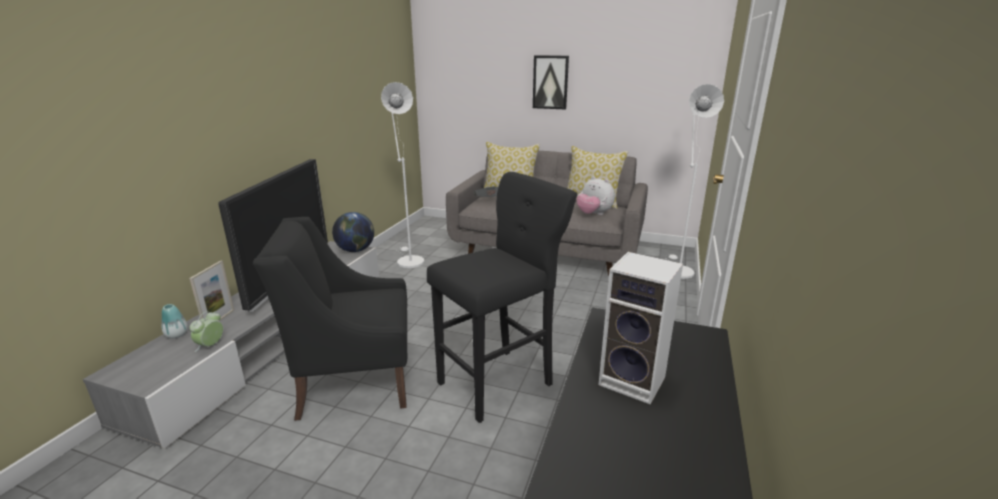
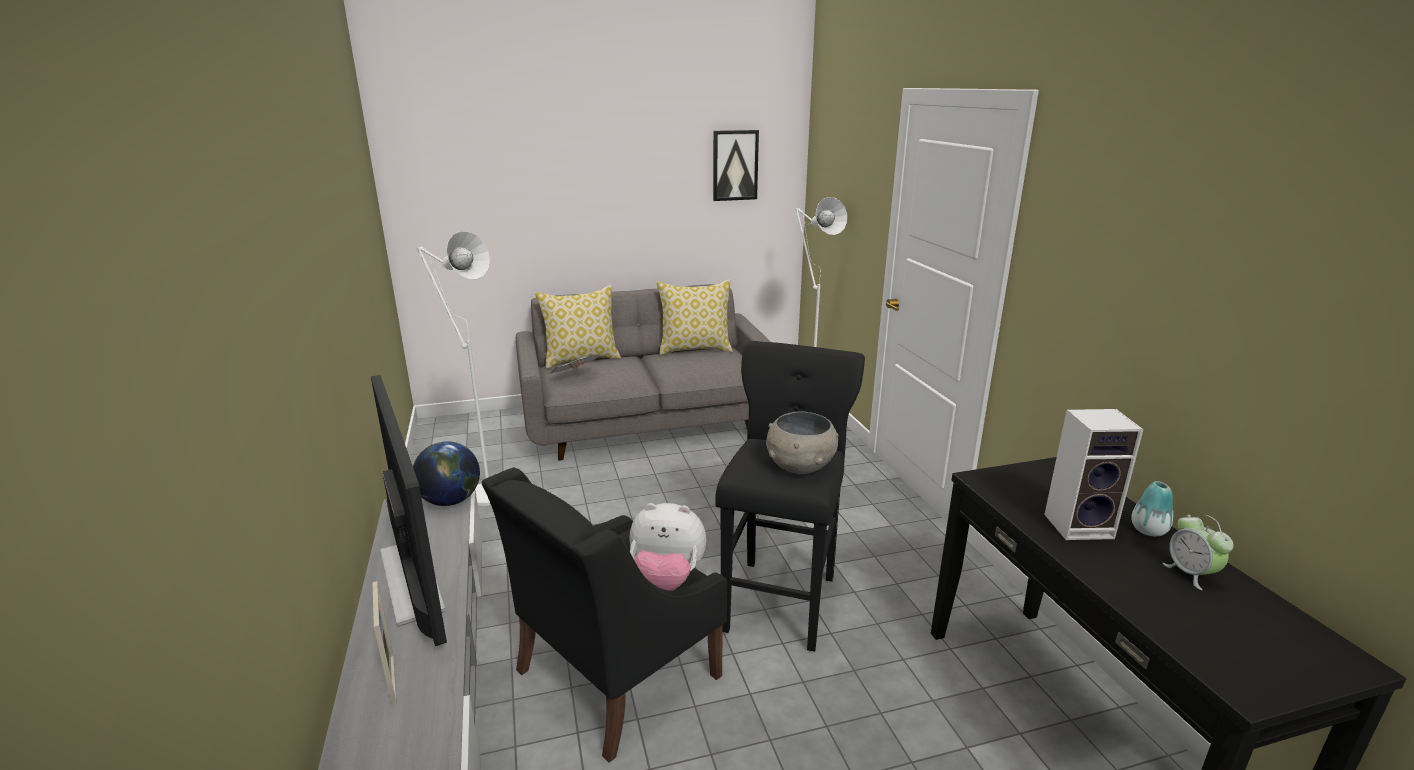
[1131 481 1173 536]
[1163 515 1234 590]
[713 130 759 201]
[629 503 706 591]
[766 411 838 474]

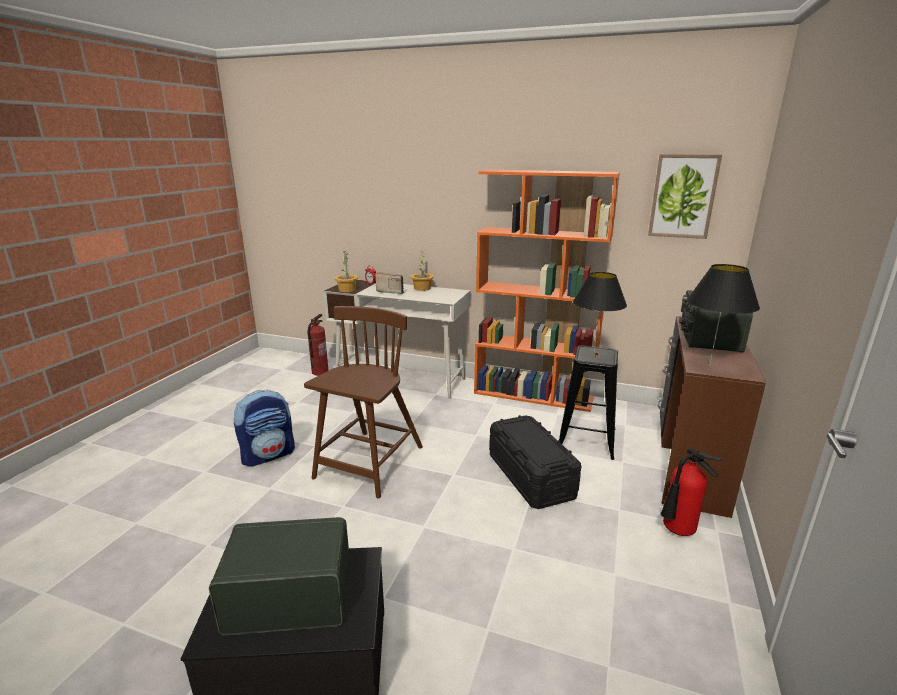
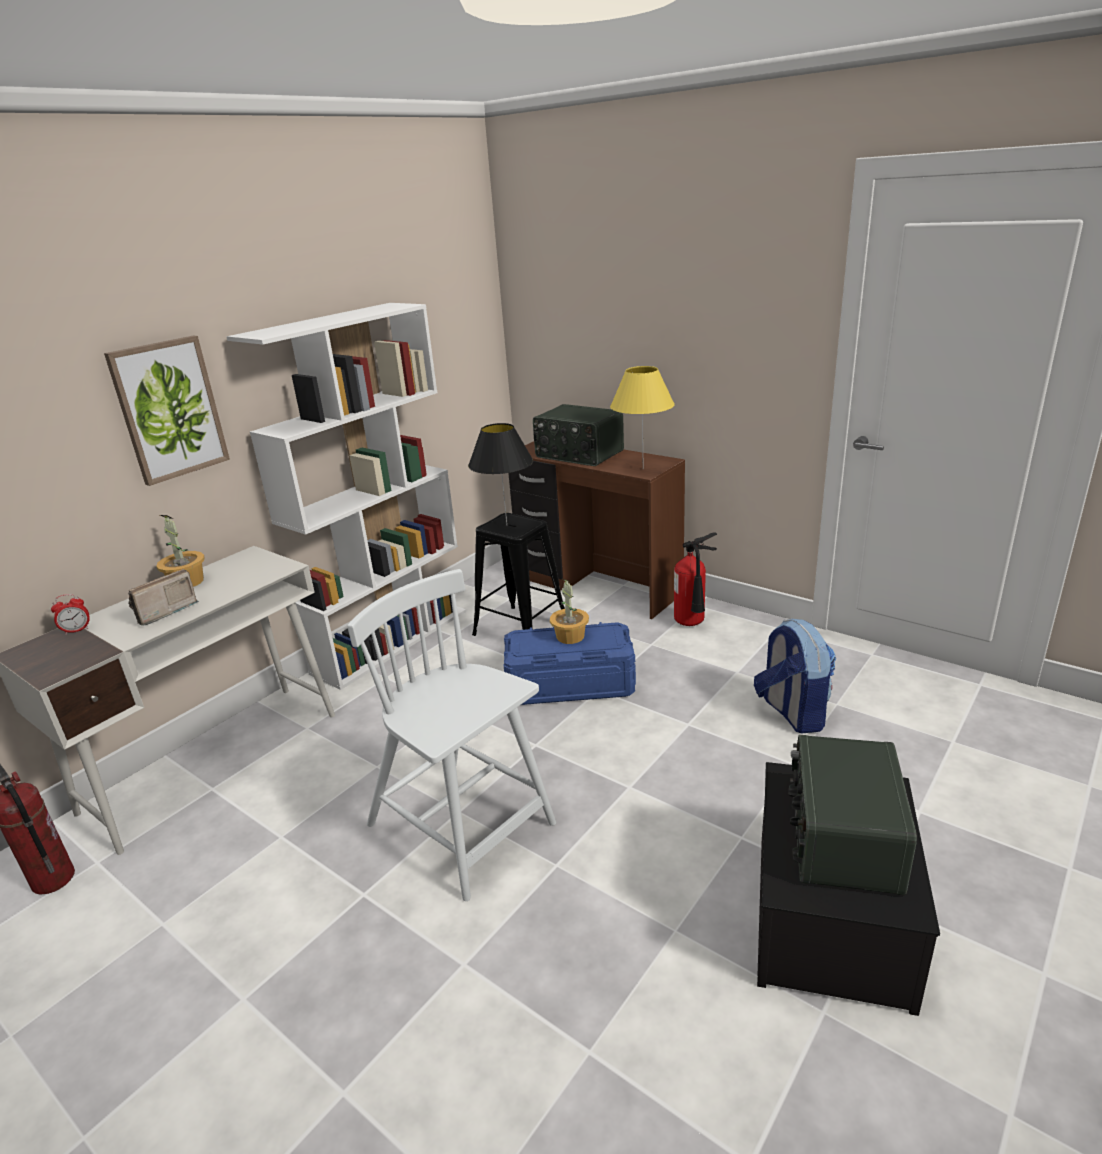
[754 619 836 734]
[347 569 556 901]
[550 578 589 644]
[226 303 466 690]
[504 622 636 705]
[104 335 230 486]
[610 366 675 469]

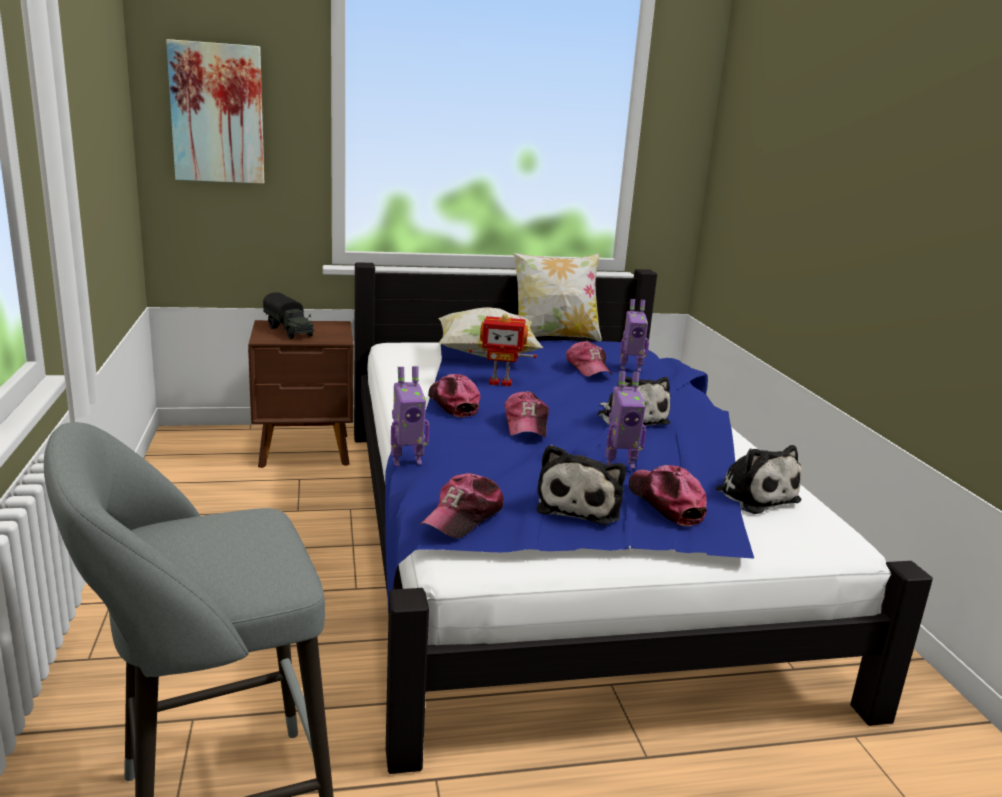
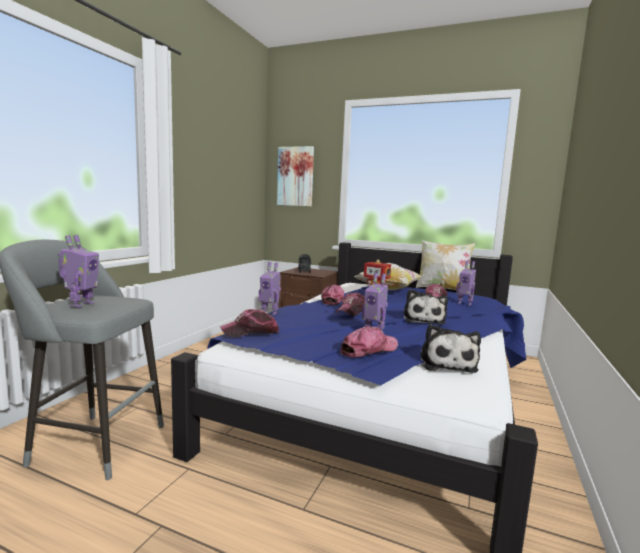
[536 444 626 525] (first image)
[340 326 398 358]
[58 235 99 308]

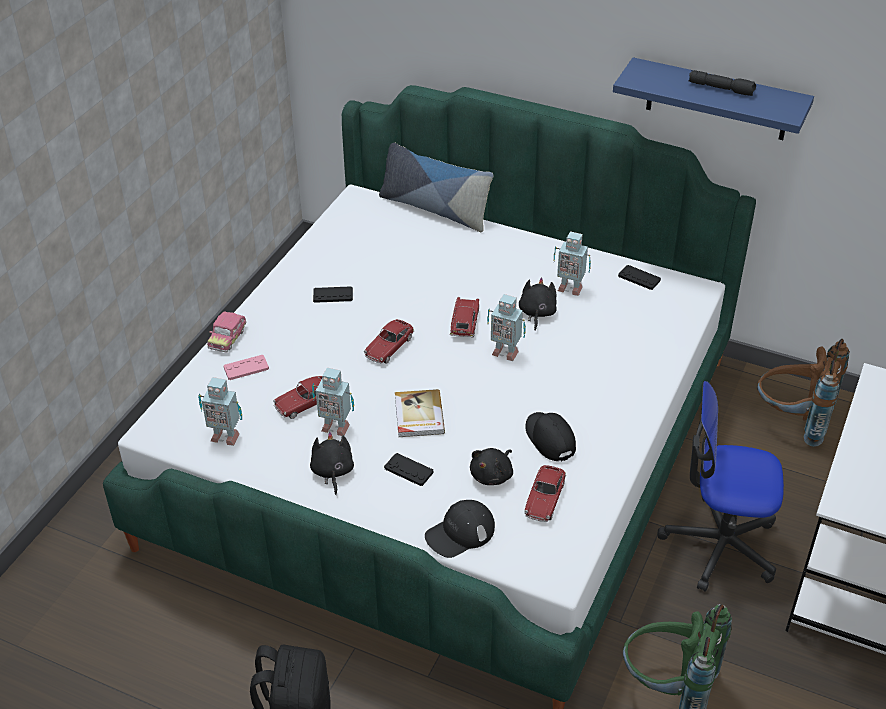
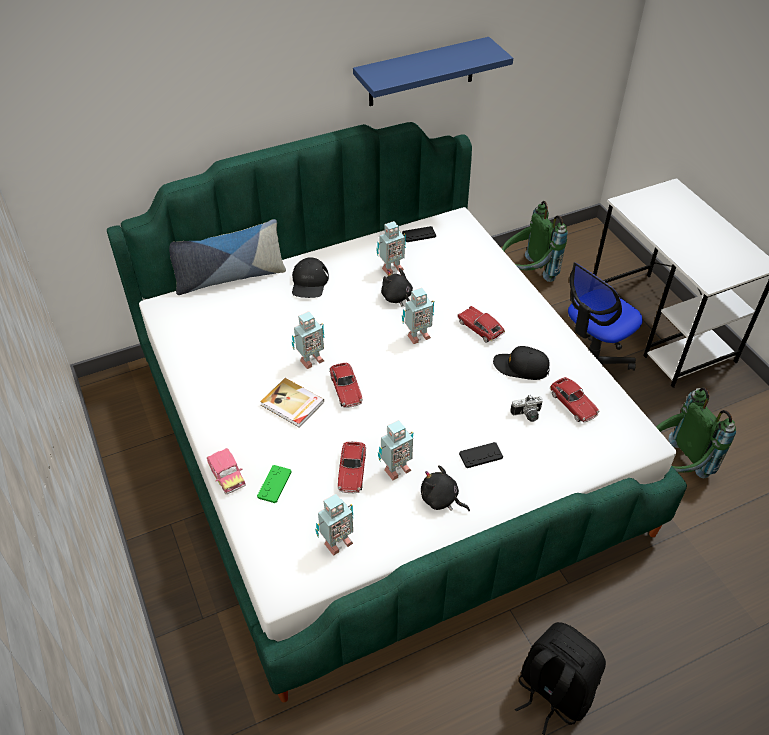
[257 465 291 503]
[313 286 353 303] (first image)
[260 378 324 428]
[292 257 329 298]
[457 306 505 343]
[510 395 543 422]
[689 70 756 96] (first image)
[502 201 568 282]
[291 311 325 369]

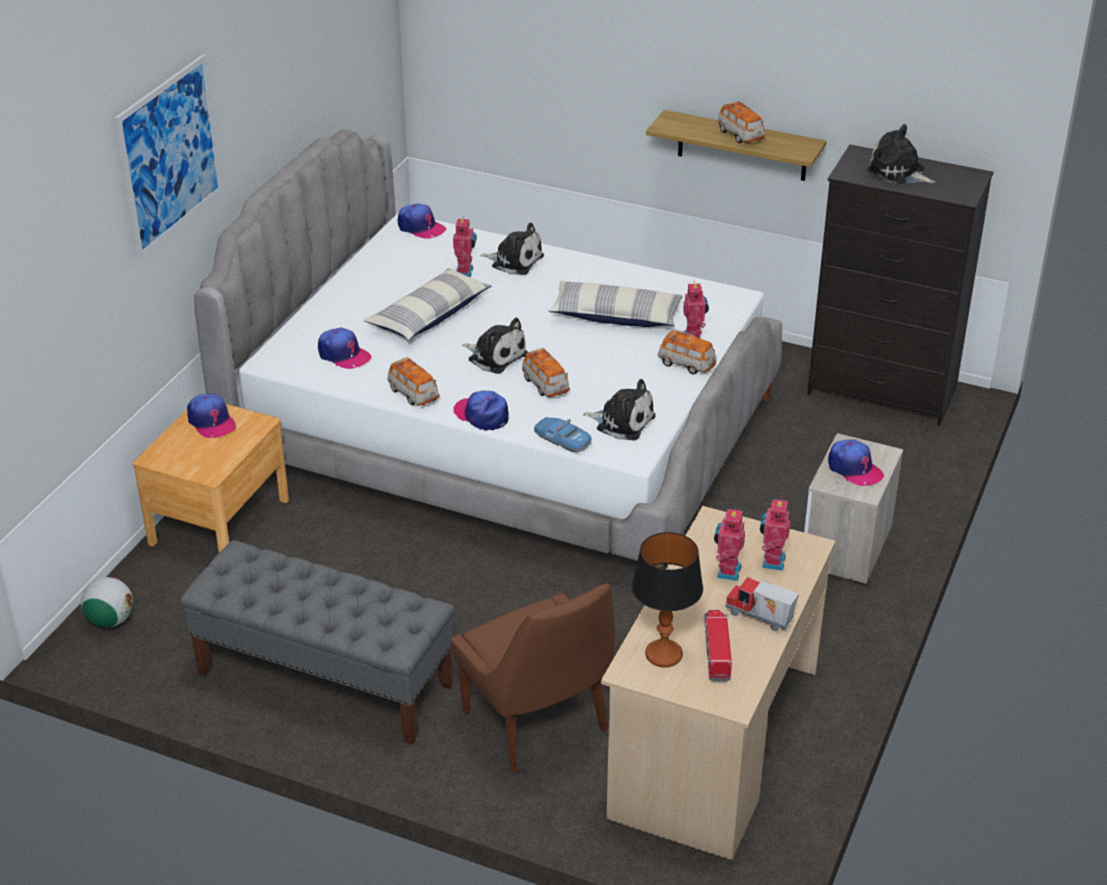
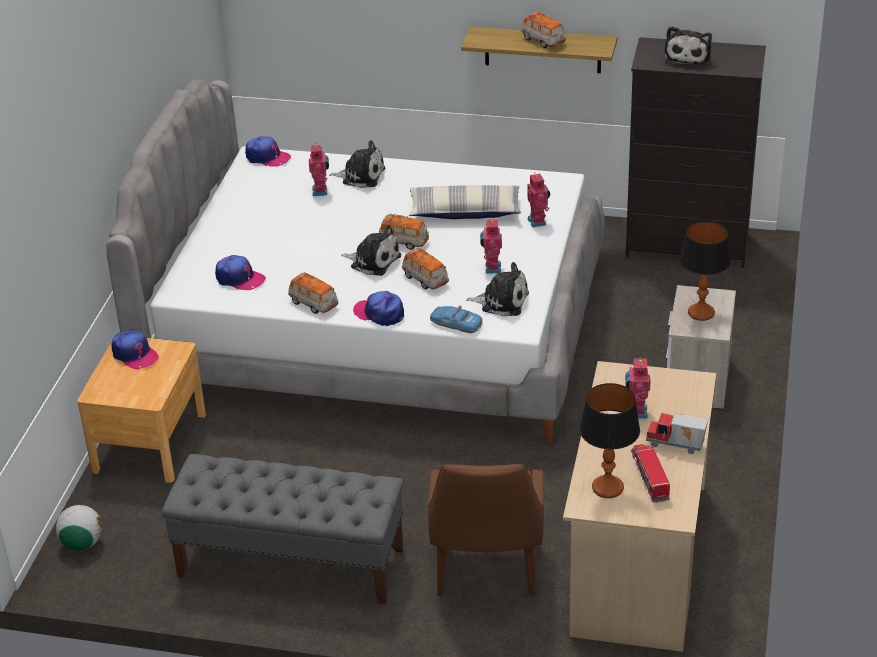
[114 54 222 259] (first image)
[364 268 492 341] (first image)
[428 464 544 596]
[379 214 429 250]
[480 217 502 273]
[680 221 731 321]
[665 26 712 66]

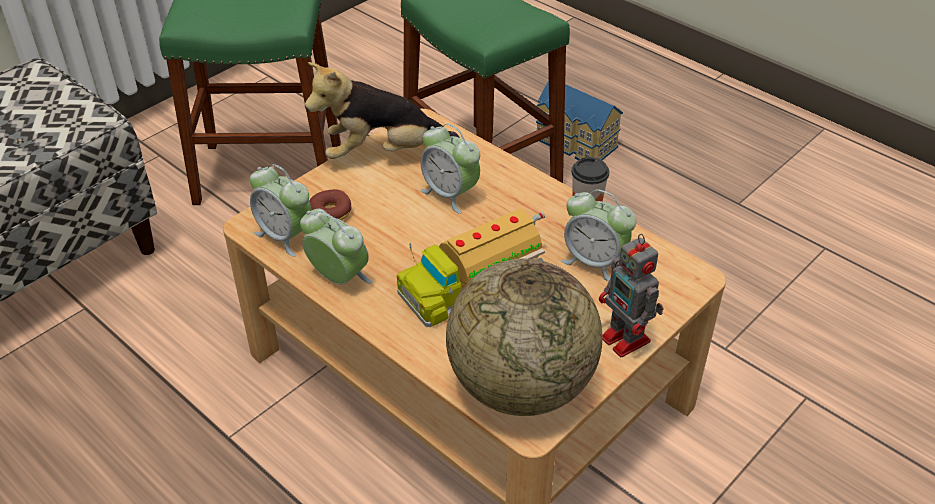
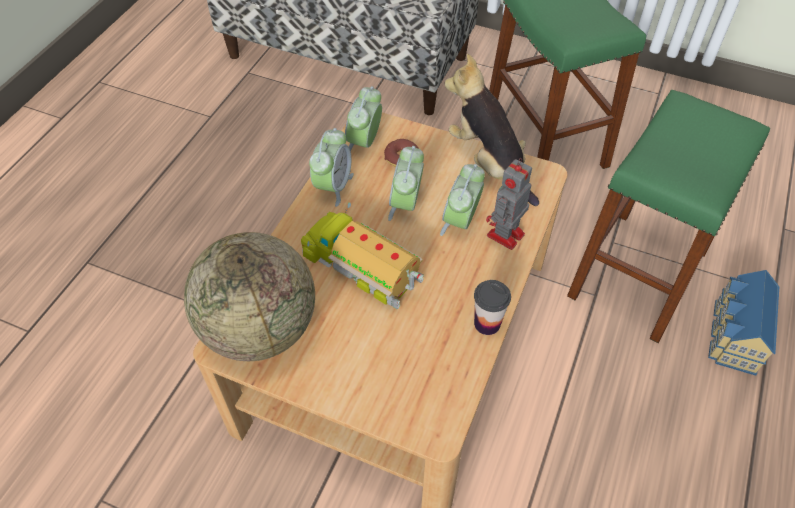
[388 146 424 221]
[486 158 532 250]

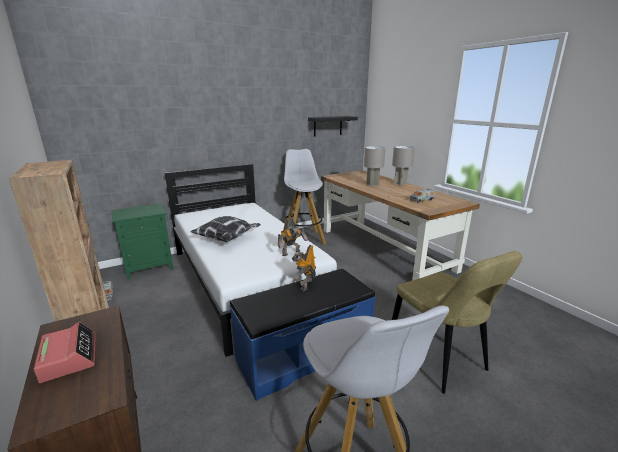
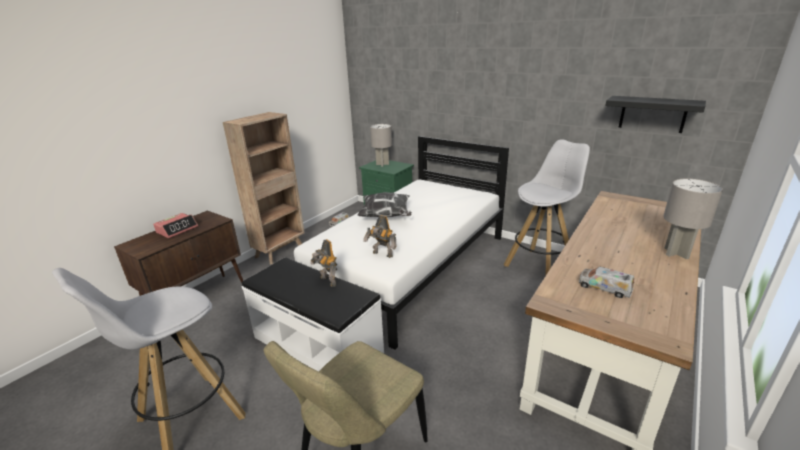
[242 257 384 372]
[310 239 337 287]
[370 124 392 167]

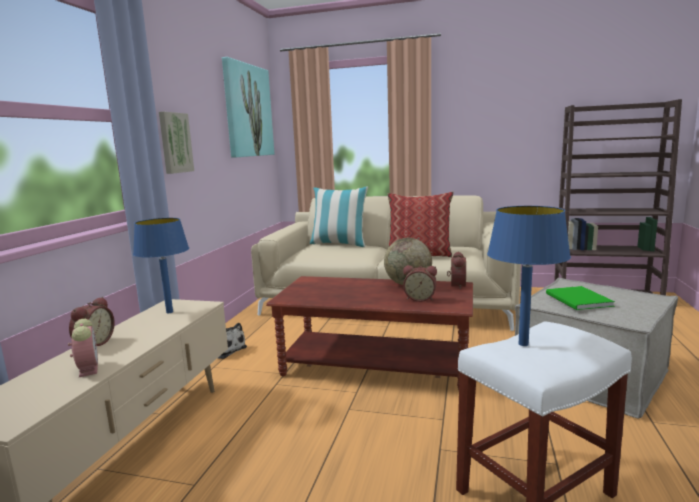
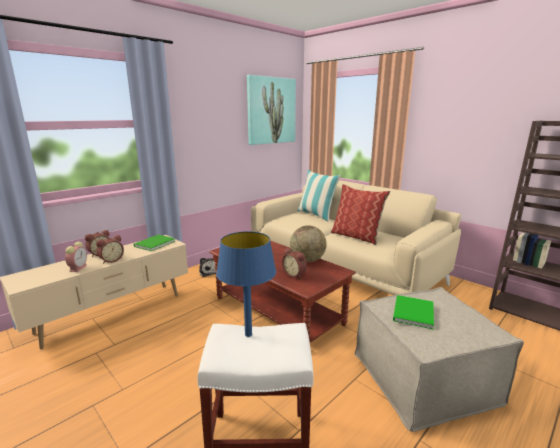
[133 235 175 251]
[159 112 194 174] (first image)
[96 235 124 264]

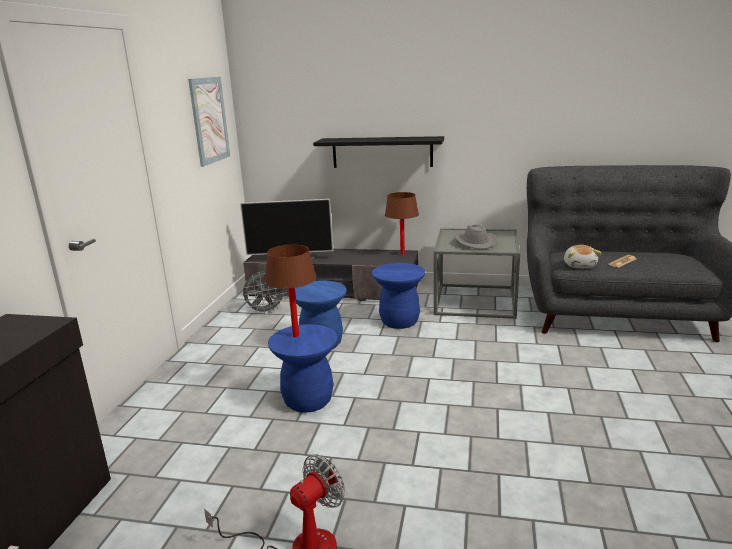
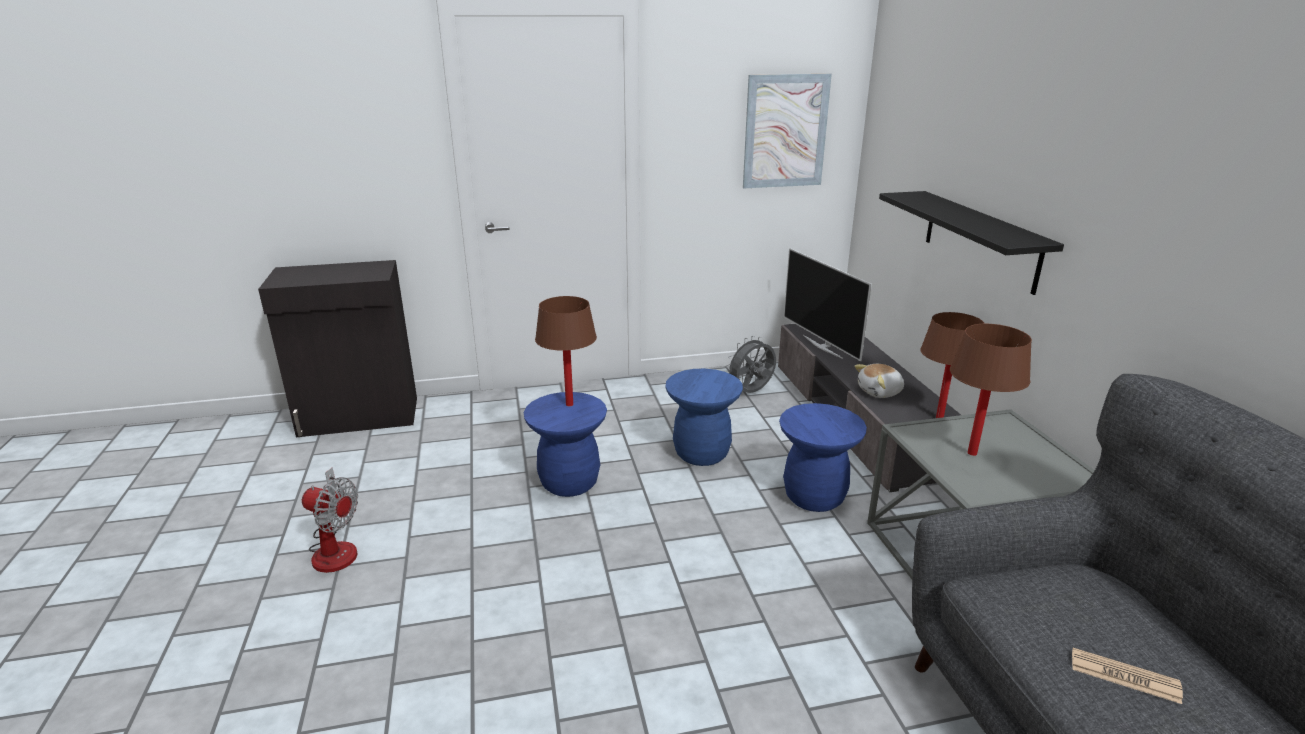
[725 336 776 393]
[950 324 1032 456]
[855 364 904 398]

